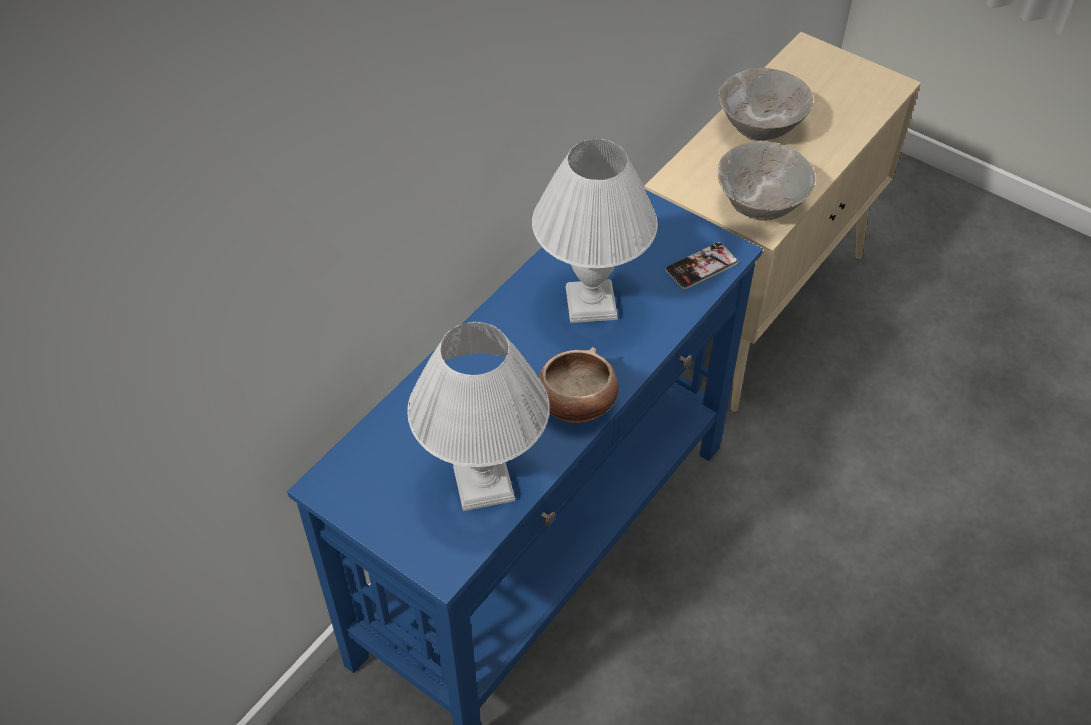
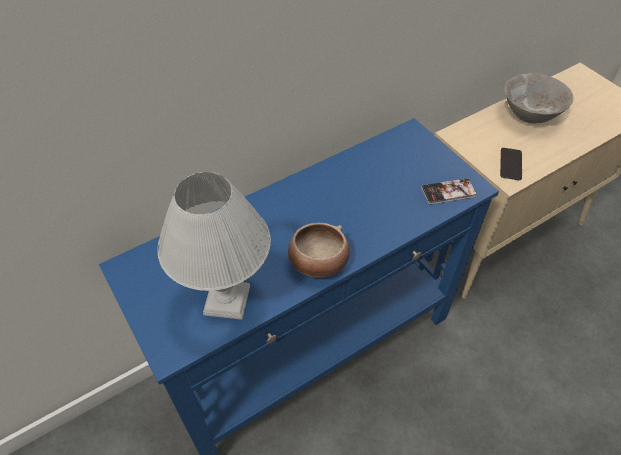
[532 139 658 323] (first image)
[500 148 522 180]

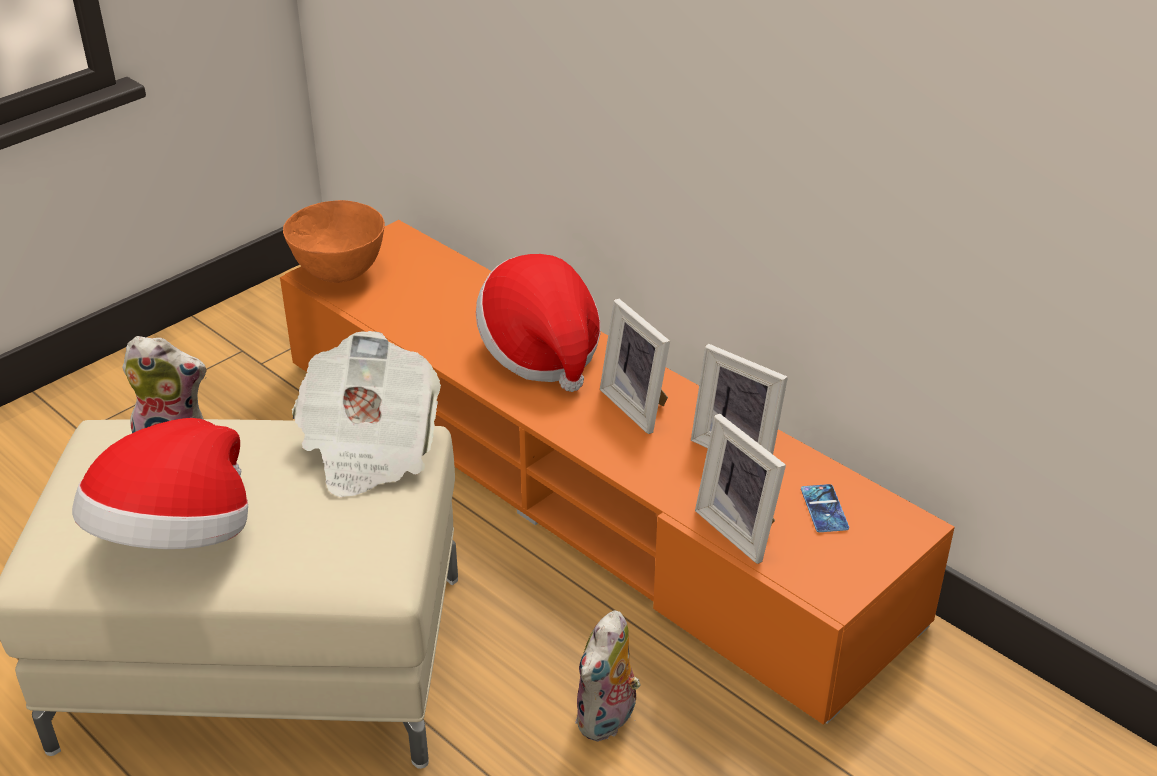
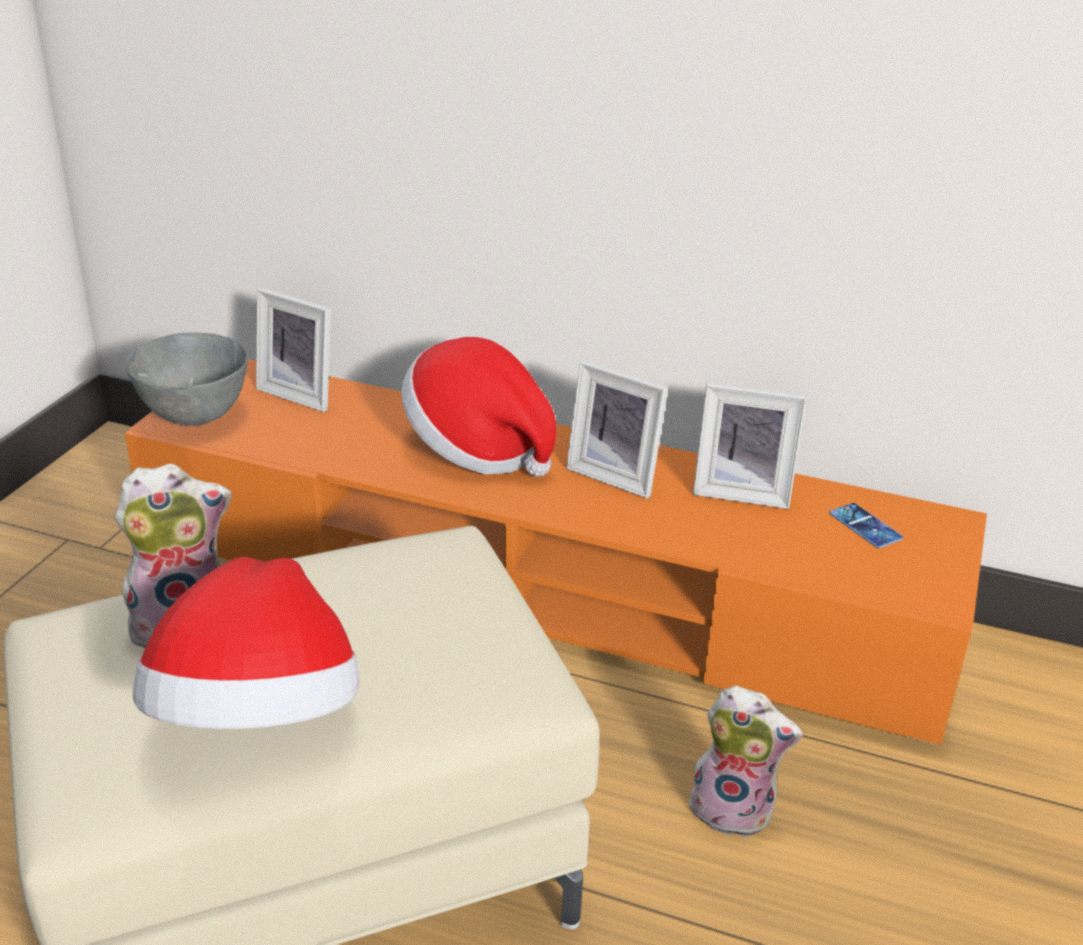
[125 332 248 426]
[292 331 441 497] (first image)
[684 686 803 838]
[256 287 331 412]

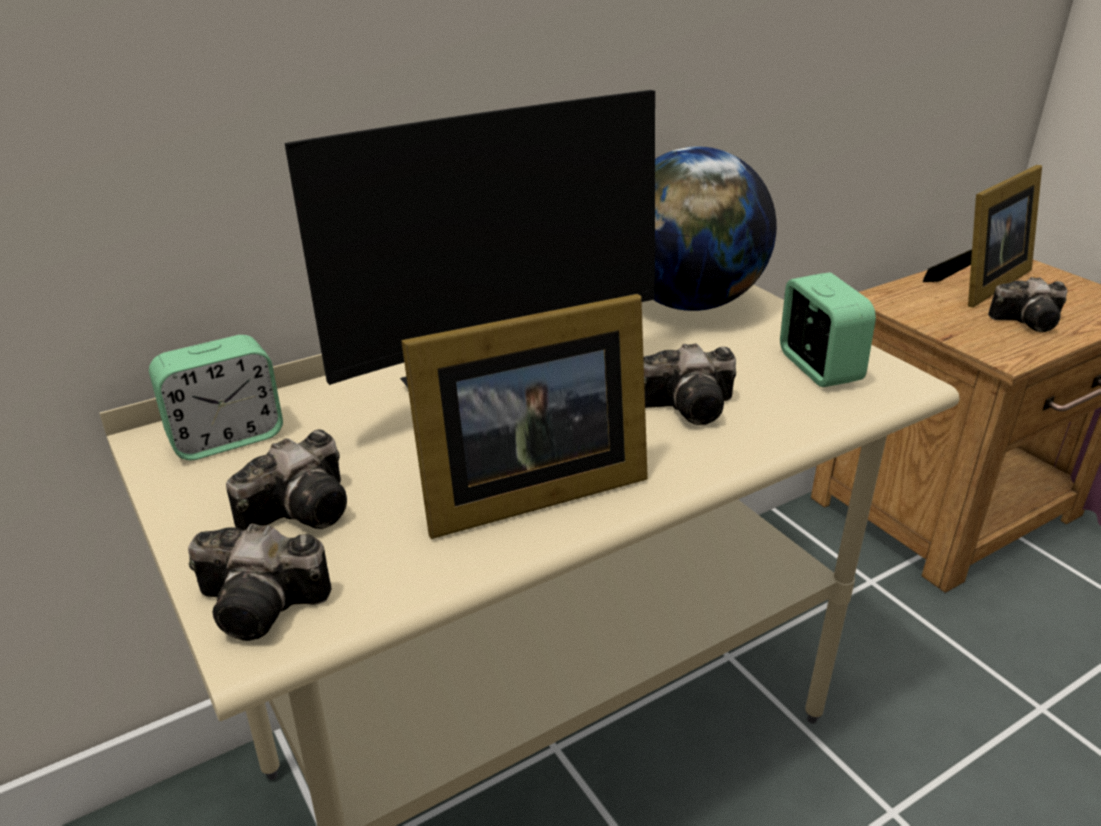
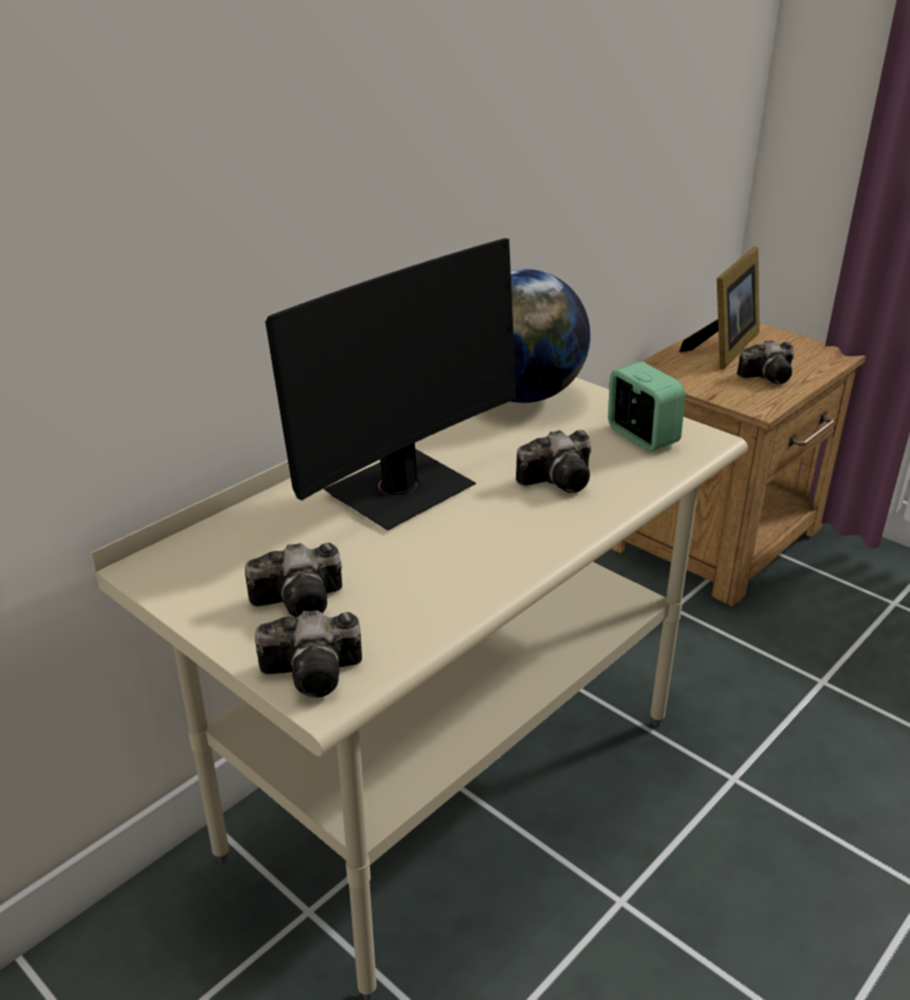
[149 335 283 460] (first image)
[245 543 342 617]
[401 294 648 539] (first image)

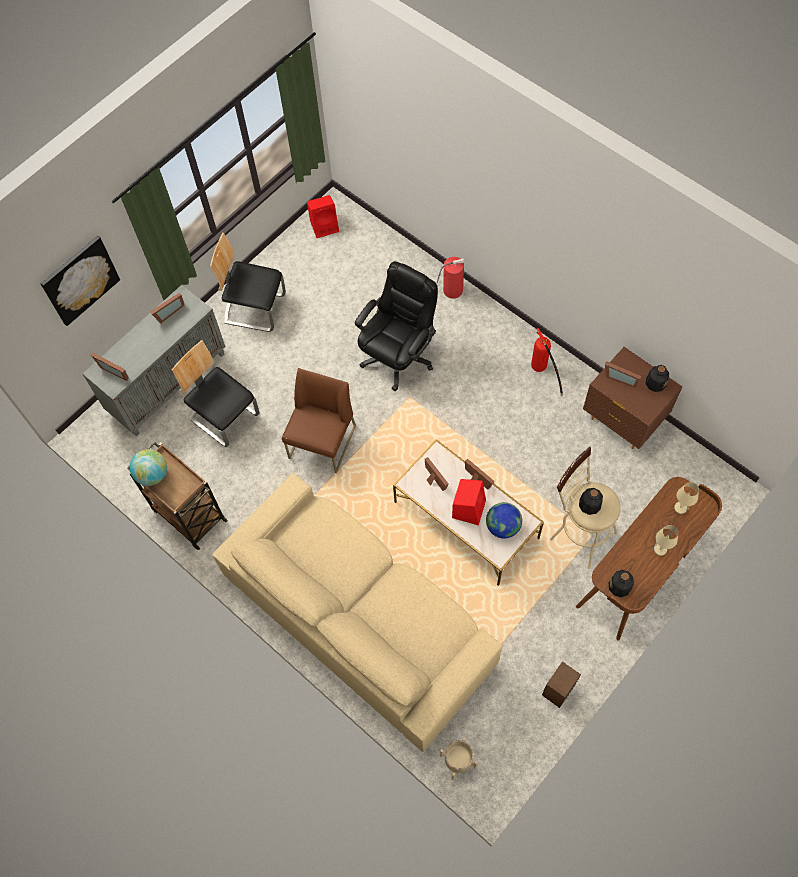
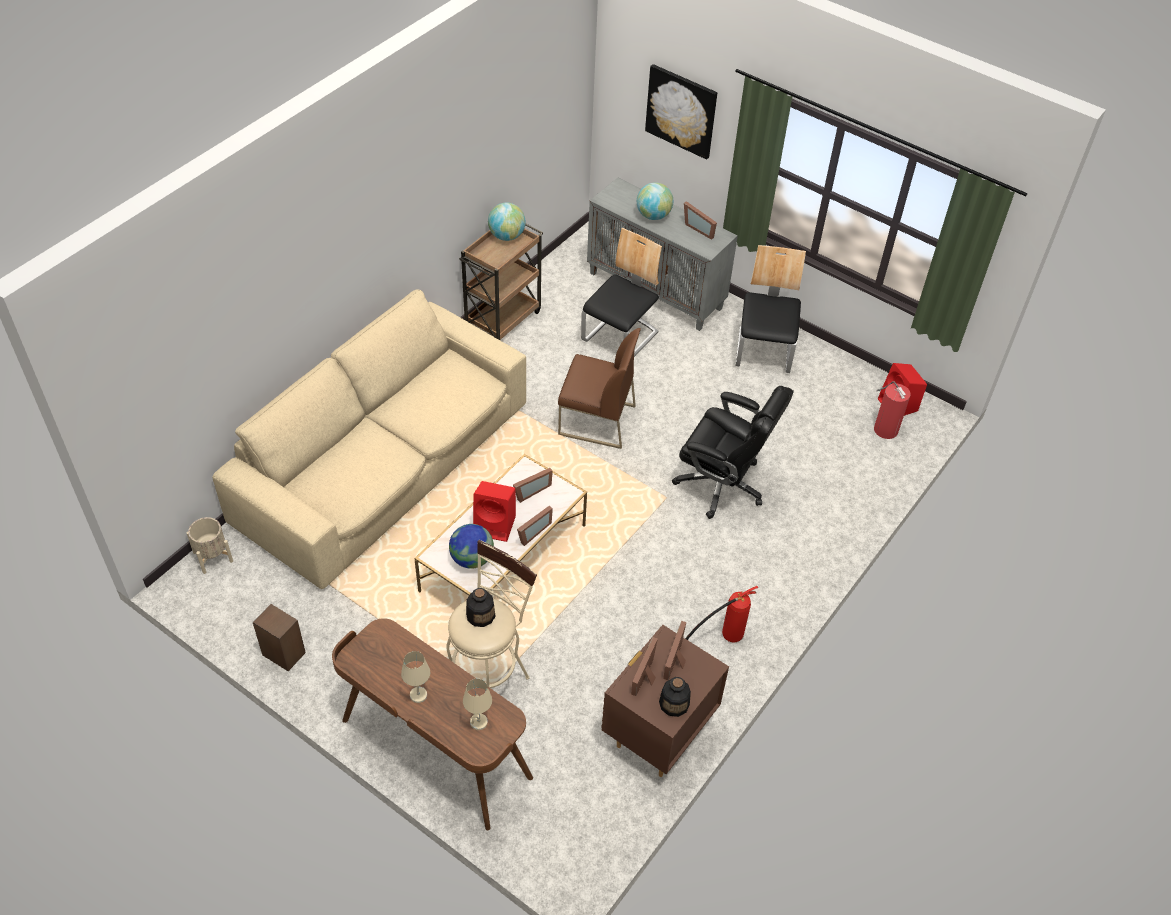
[631 637 658 696]
[874 381 911 439]
[608 570 634 597] (first image)
[637 183 673 220]

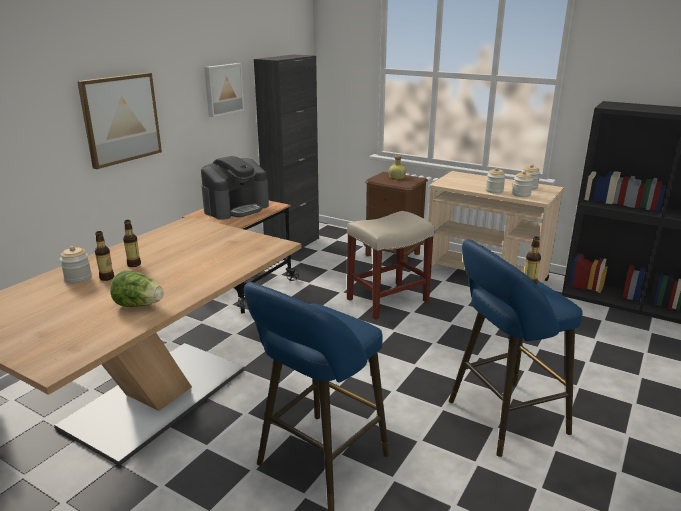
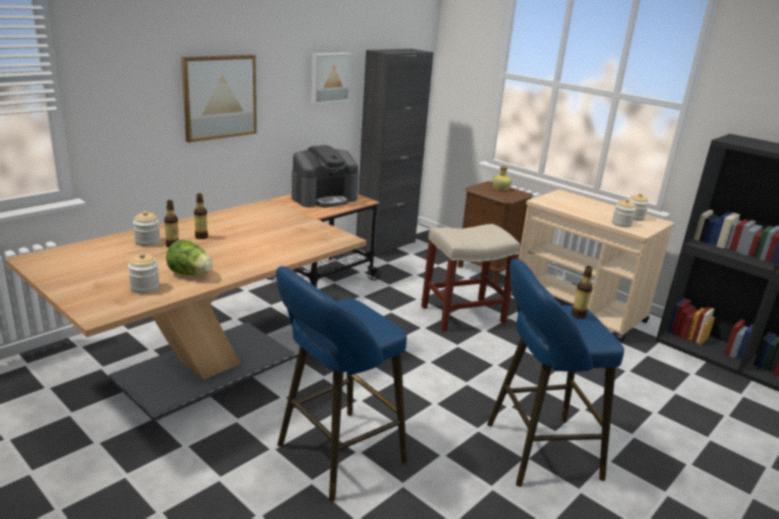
[128 253 160 294]

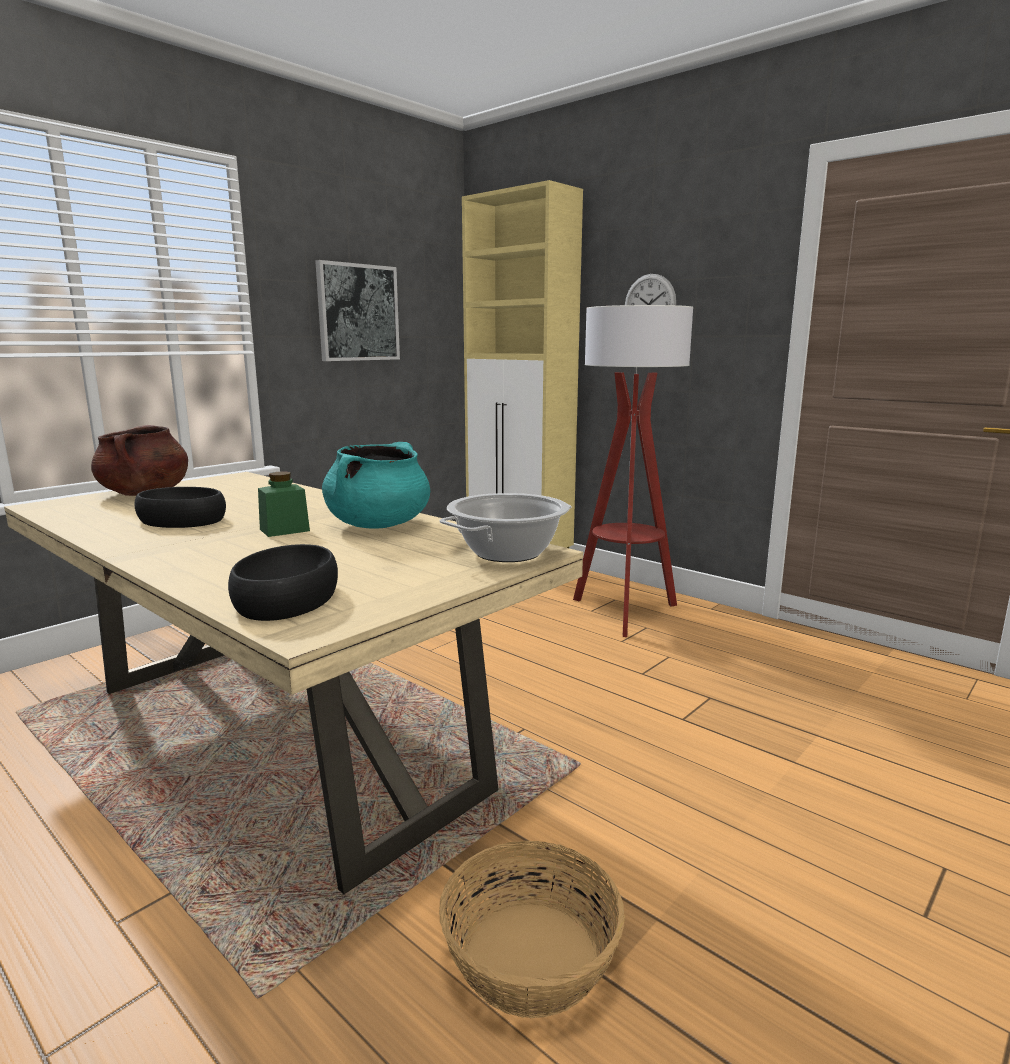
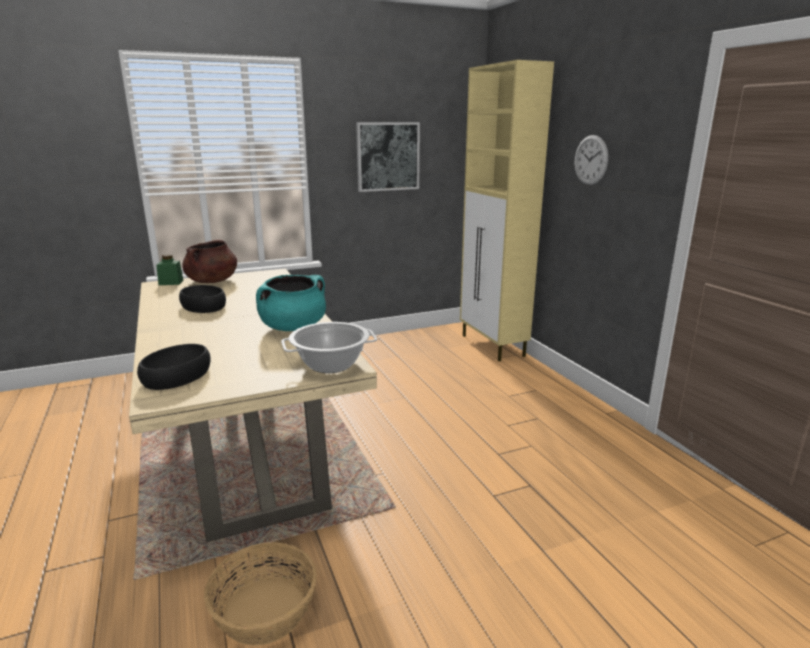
[156 254 183 285]
[573 305 693 637] (first image)

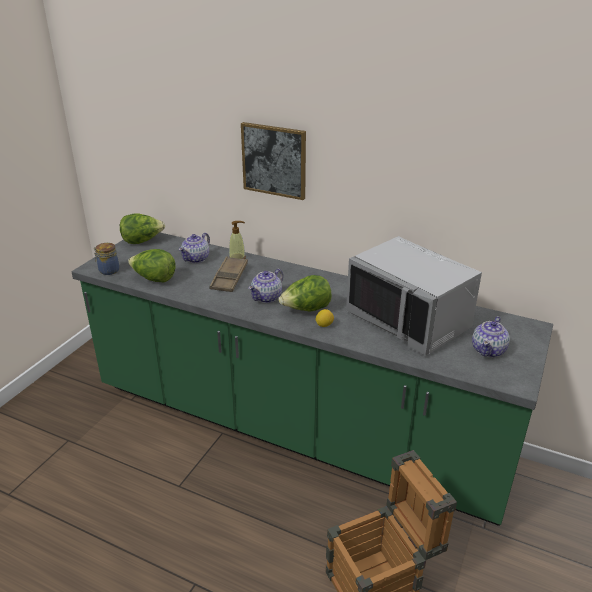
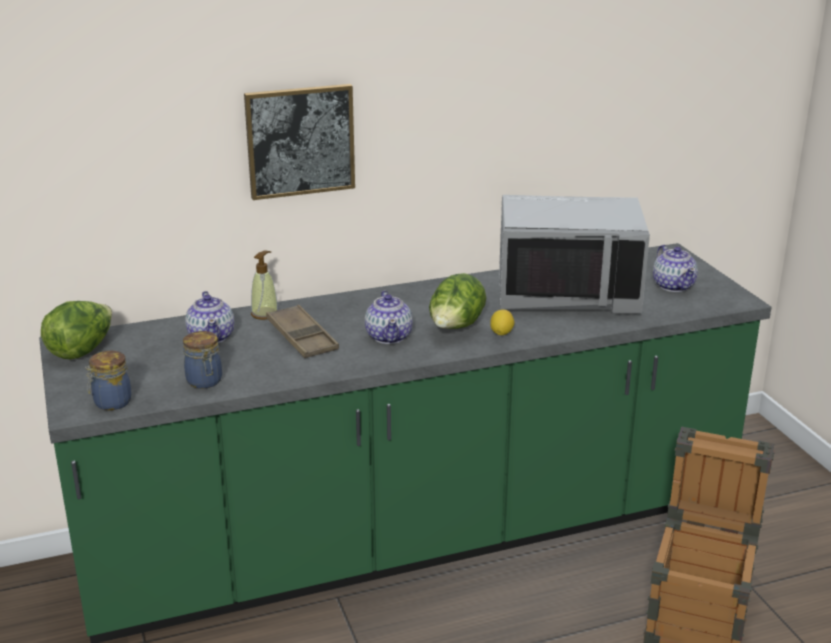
[183 331 222 389]

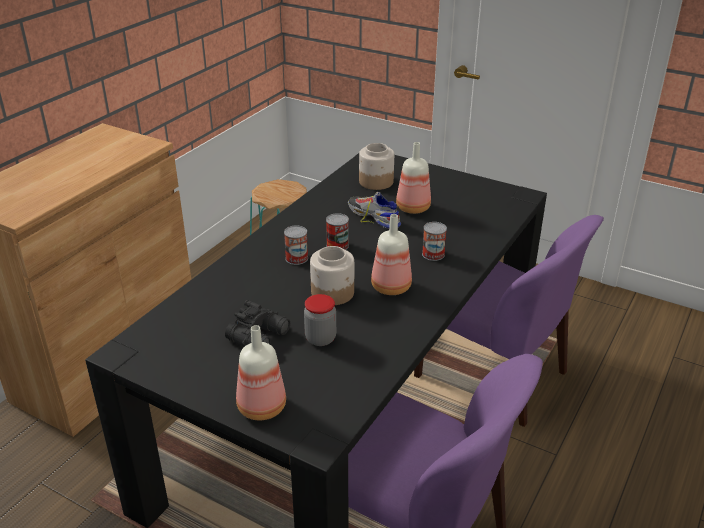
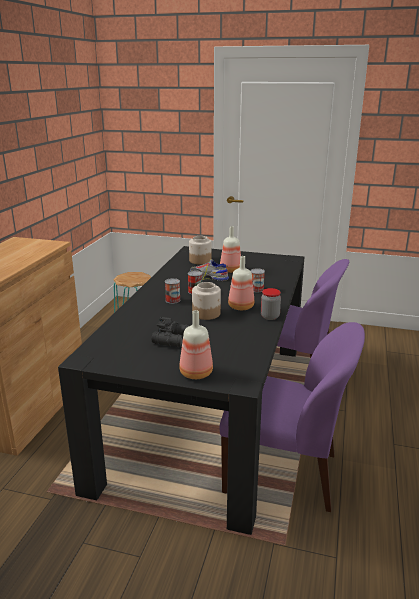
[261 288 281 320]

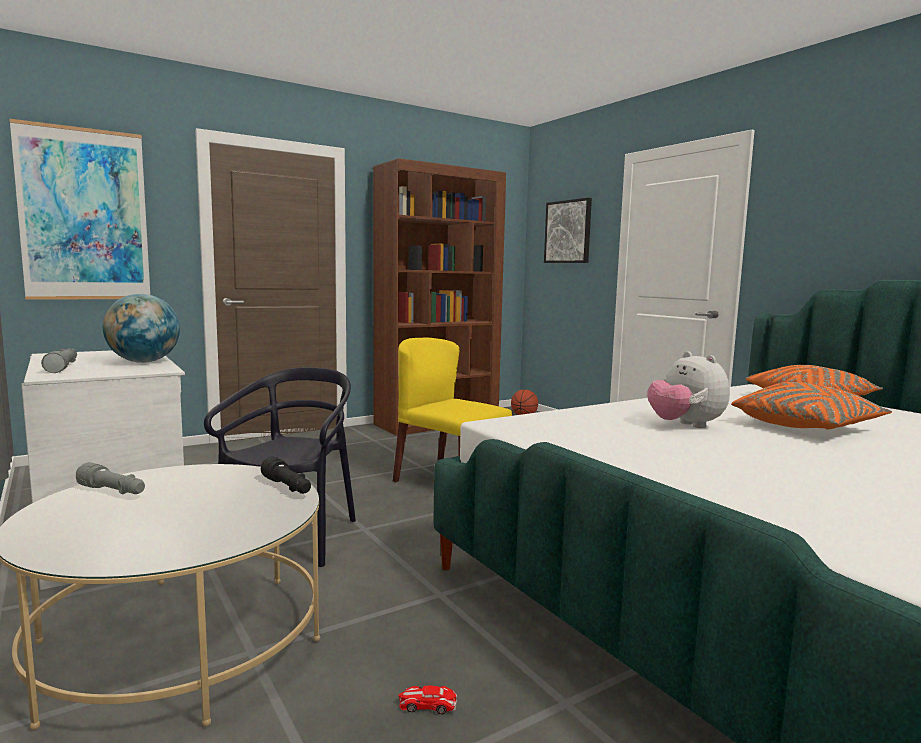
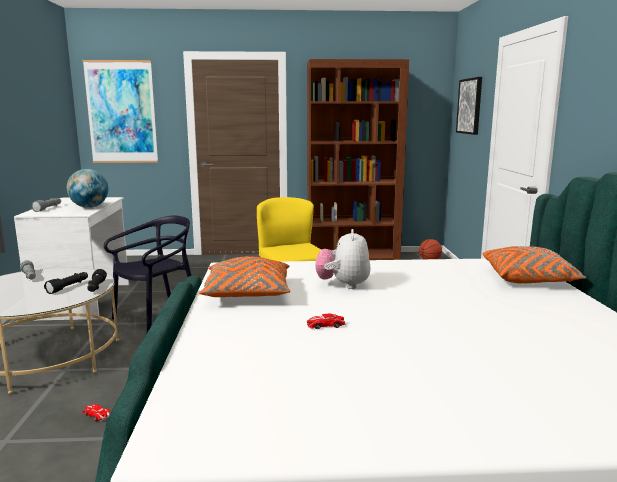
[199 256 290 297]
[44 272 88 294]
[307 314 346 329]

